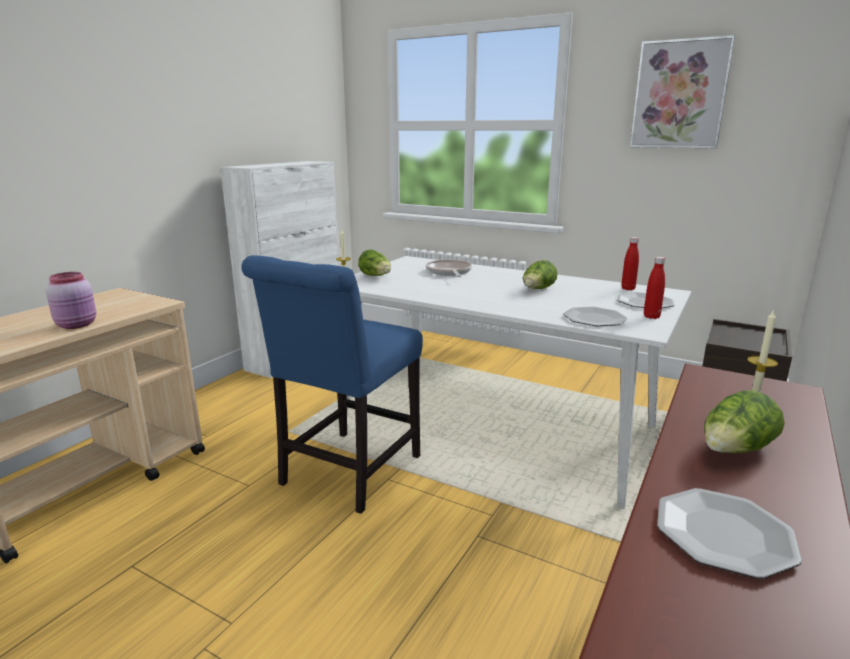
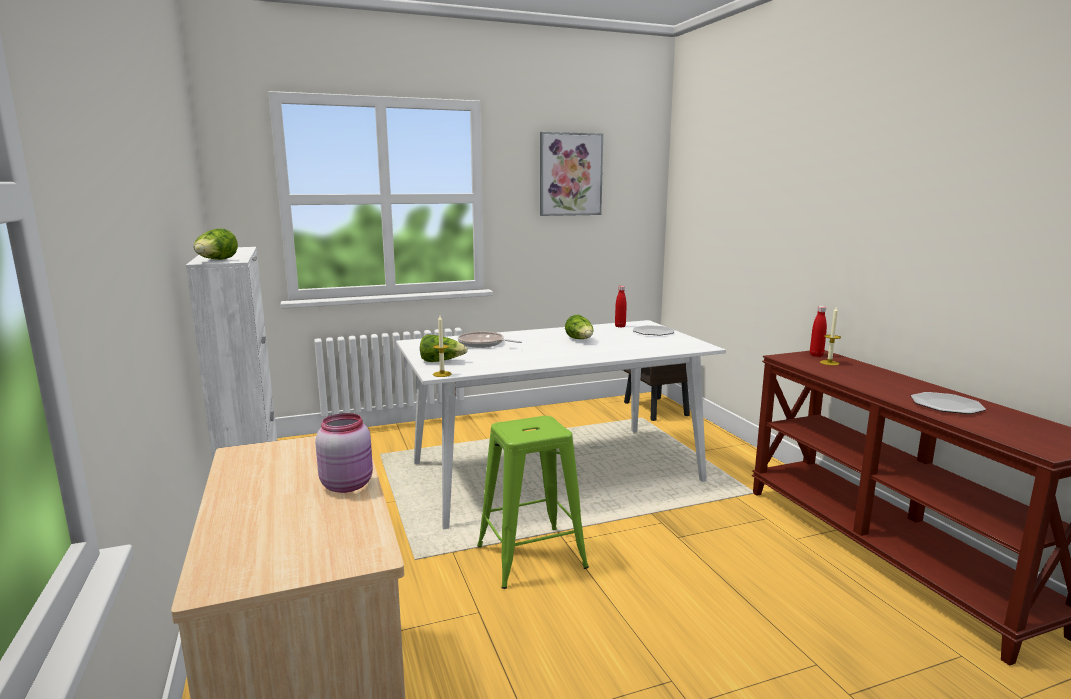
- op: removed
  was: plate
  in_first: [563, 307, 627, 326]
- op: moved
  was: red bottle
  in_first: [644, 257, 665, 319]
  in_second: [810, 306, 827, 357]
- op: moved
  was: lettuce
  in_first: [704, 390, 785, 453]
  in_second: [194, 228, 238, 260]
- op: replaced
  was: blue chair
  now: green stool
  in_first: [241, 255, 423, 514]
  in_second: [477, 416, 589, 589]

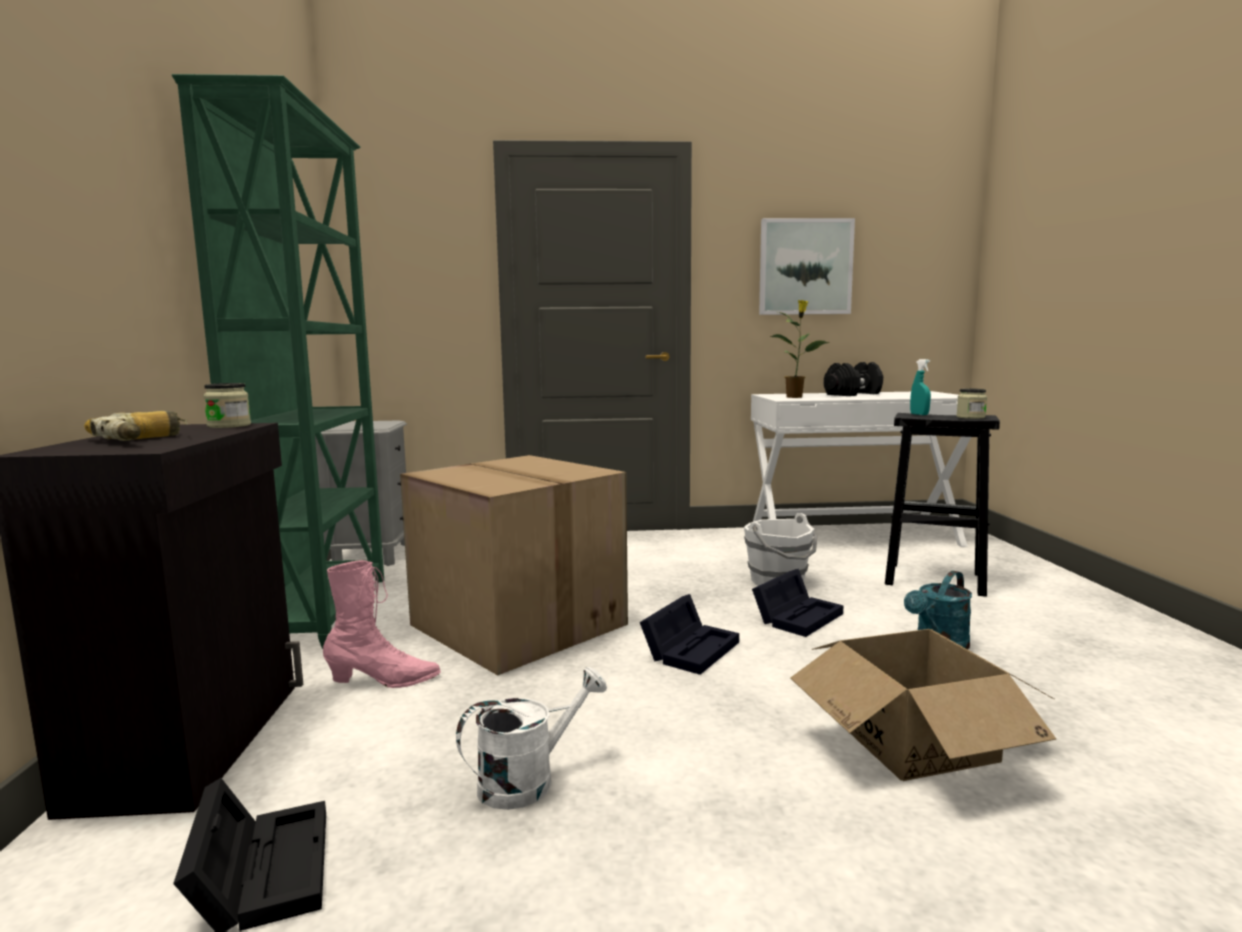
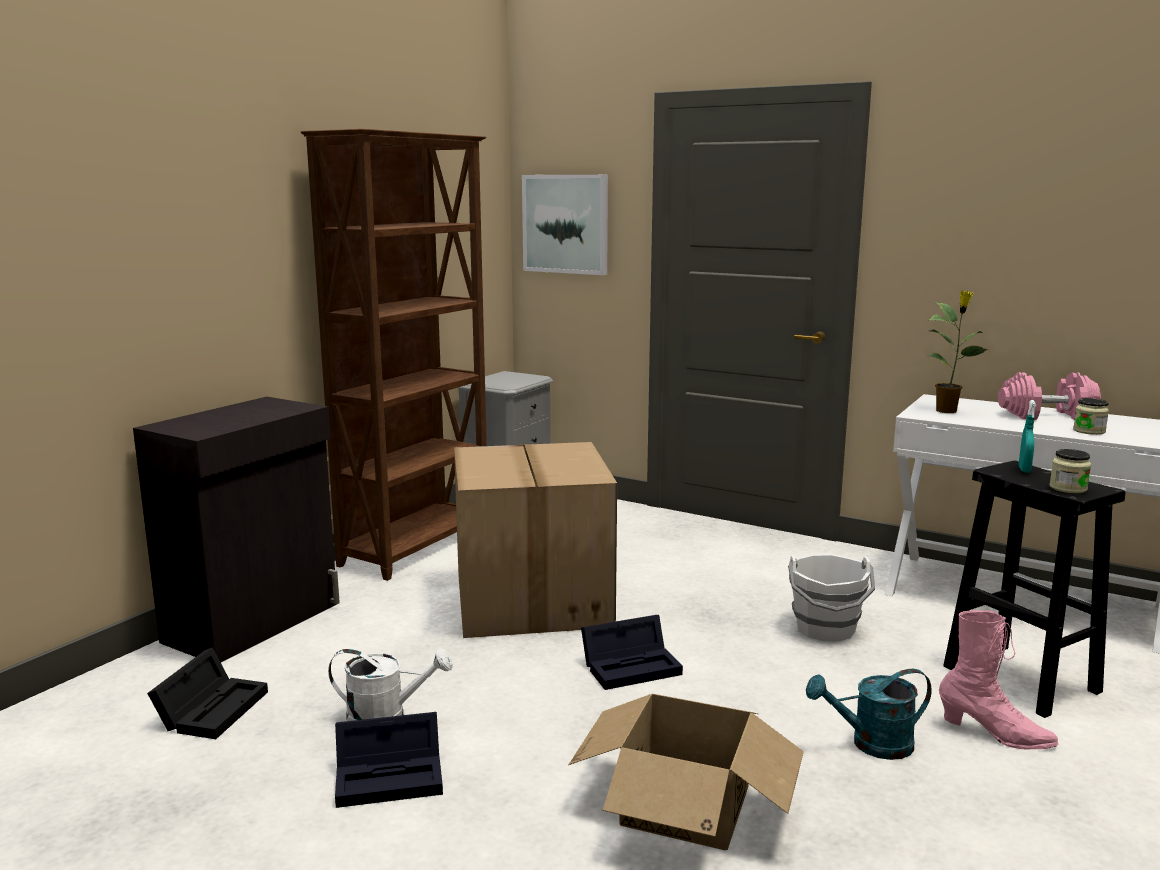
- op: removed
  was: power drill
  in_first: [84, 410, 188, 441]
- op: moved
  was: jar
  in_first: [203, 383, 251, 428]
  in_second: [1073, 398, 1109, 435]
- op: moved
  was: pink boot
  in_first: [323, 560, 441, 688]
  in_second: [939, 610, 1058, 749]
- op: moved
  was: black storage box
  in_first: [752, 569, 843, 637]
  in_second: [335, 712, 443, 808]
- op: moved
  was: picture
  in_first: [759, 218, 855, 315]
  in_second: [522, 175, 608, 275]
- op: recoloured
  was: green bookcase
  now: brown bookcase
  in_first: [172, 74, 384, 649]
  in_second: [301, 129, 487, 581]
- op: recoloured
  was: black dumbbell
  now: pink dumbbell
  in_first: [824, 362, 883, 396]
  in_second: [998, 372, 1101, 420]

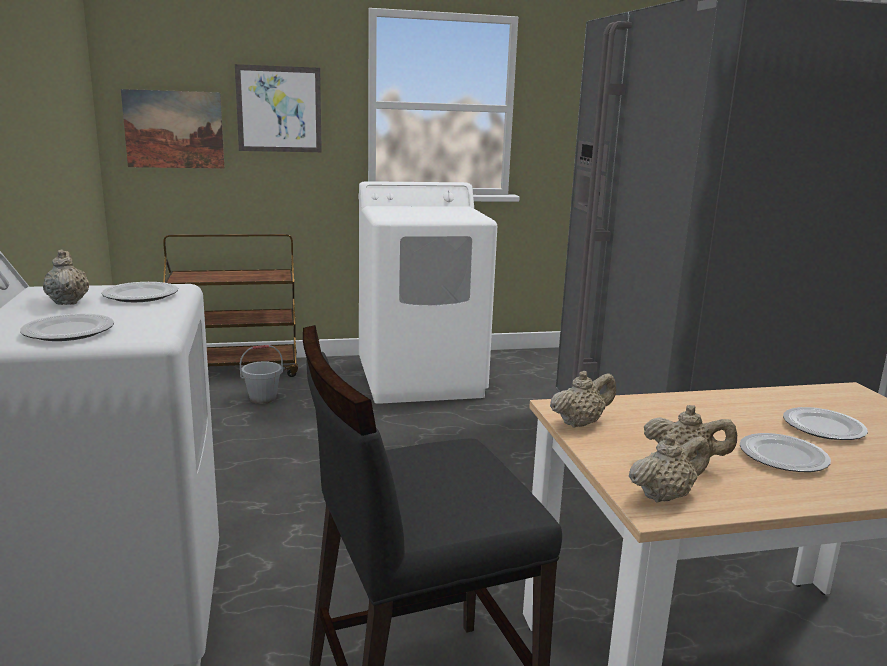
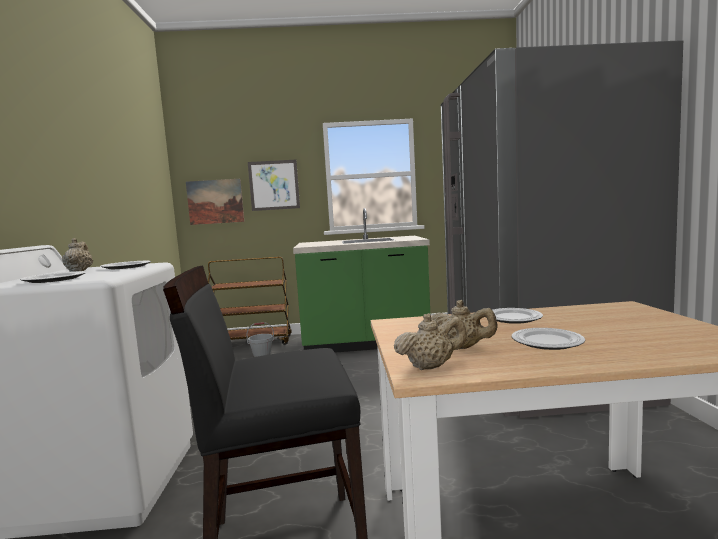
- op: removed
  was: beige teapot
  in_first: [550, 371, 616, 428]
- op: moved
  was: plate
  in_first: [783, 407, 868, 440]
  in_second: [492, 308, 543, 324]
- op: replaced
  was: white washing machine
  now: green counter
  in_first: [359, 181, 497, 404]
  in_second: [293, 208, 430, 353]

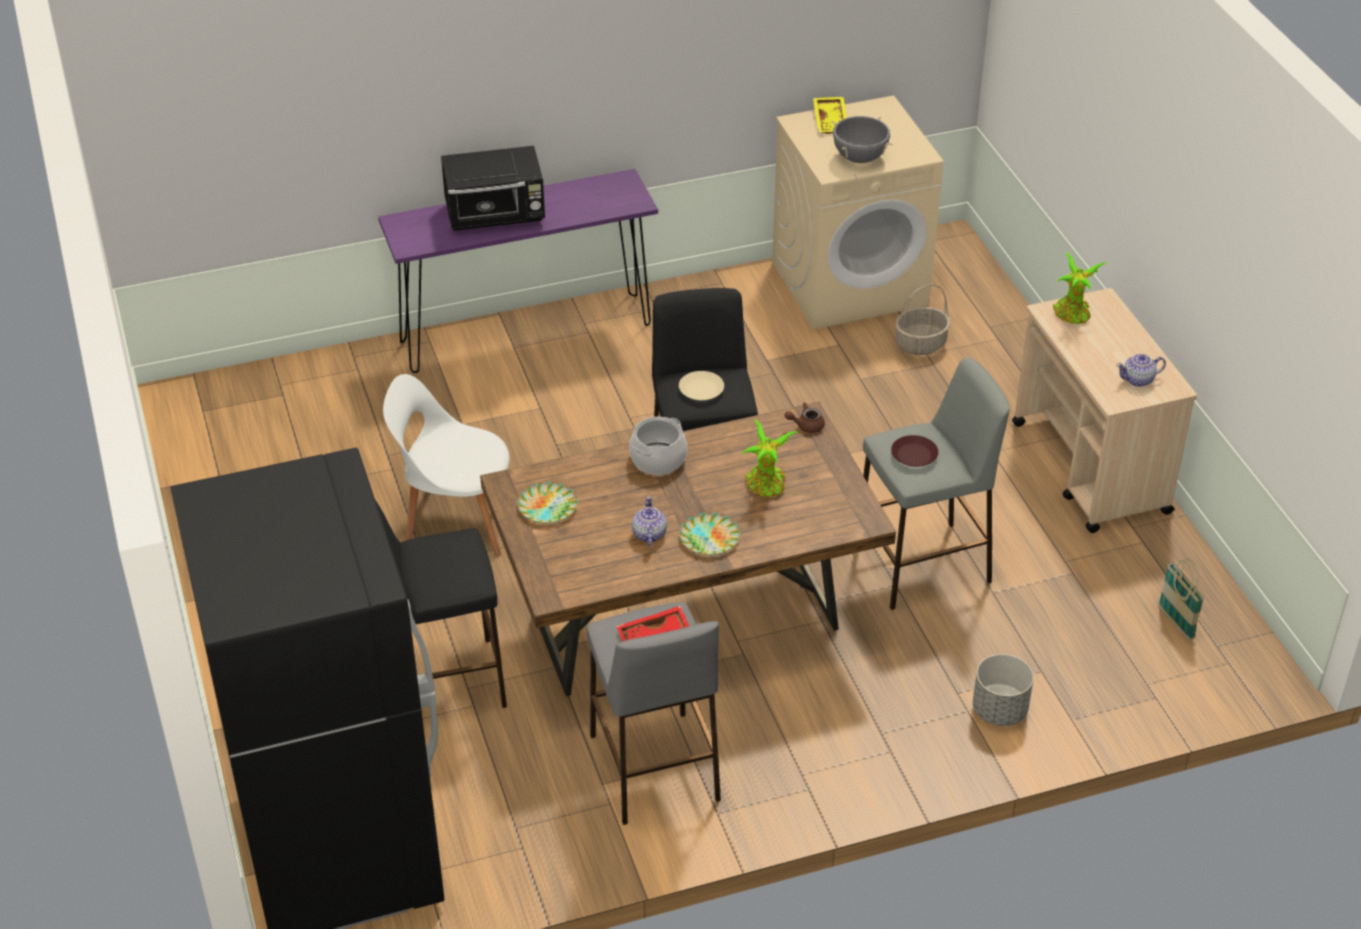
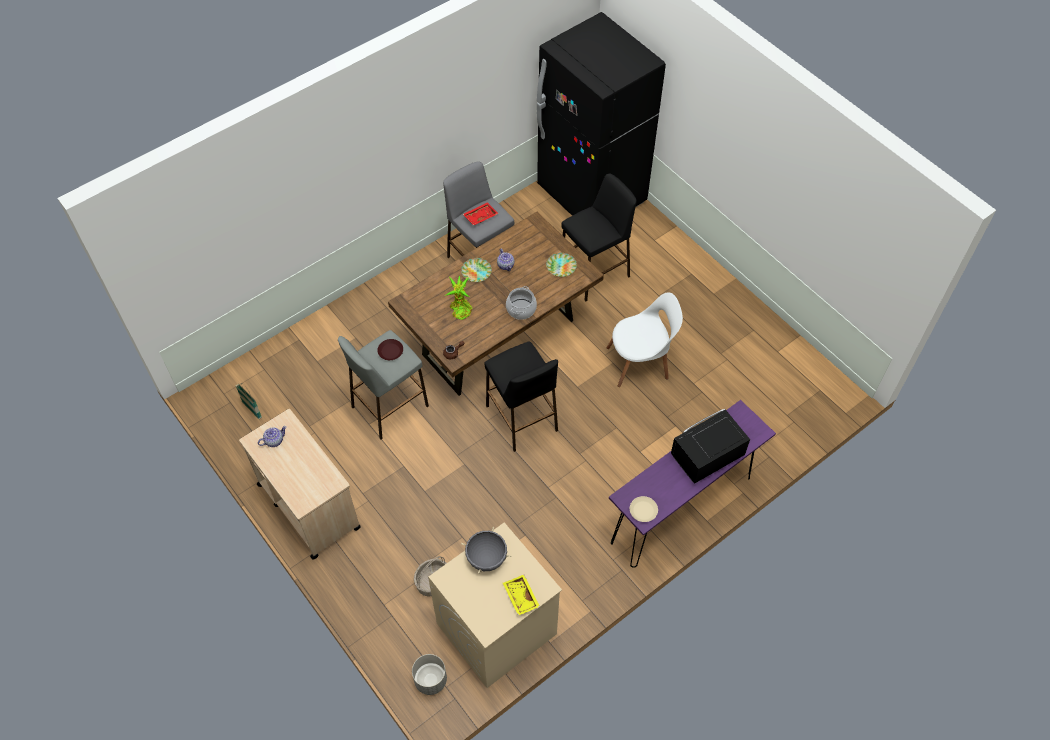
- op: removed
  was: potted plant
  in_first: [1053, 252, 1107, 324]
- op: moved
  was: beige plate
  in_first: [679, 371, 724, 401]
  in_second: [630, 496, 658, 522]
- op: moved
  was: grey planter
  in_first: [973, 654, 1034, 726]
  in_second: [412, 654, 447, 695]

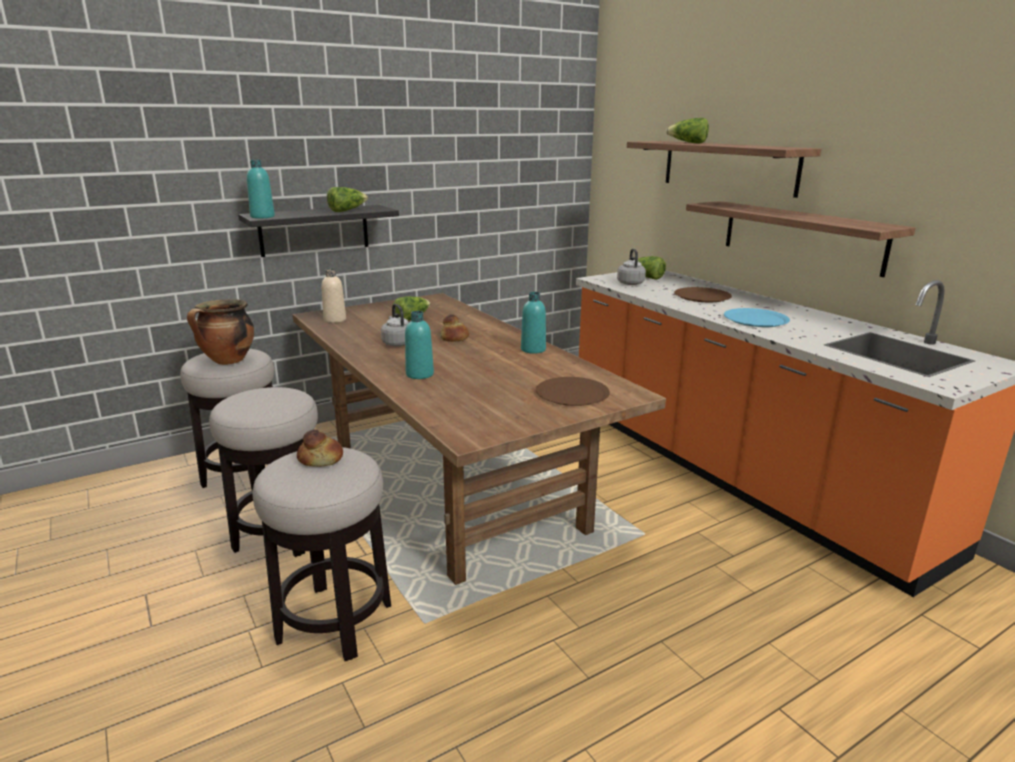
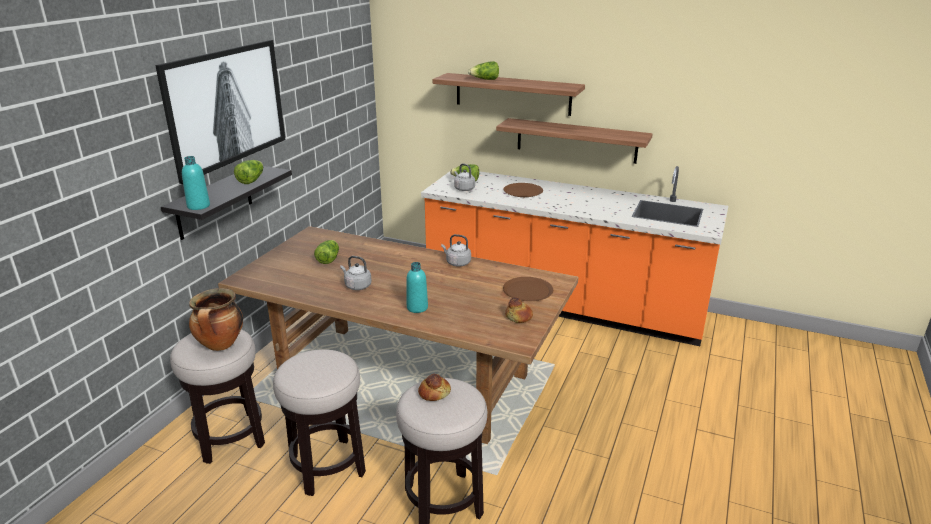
- op: removed
  was: beige bottle
  in_first: [322, 269, 346, 323]
- op: removed
  was: blue plate
  in_first: [724, 308, 790, 327]
- op: added
  now: picture
  in_second: [155, 40, 286, 184]
- op: moved
  was: bread
  in_first: [440, 314, 469, 342]
  in_second: [505, 297, 533, 323]
- op: replaced
  was: turquoise bottle
  now: grey kettle
  in_first: [521, 292, 546, 354]
  in_second: [441, 234, 471, 267]

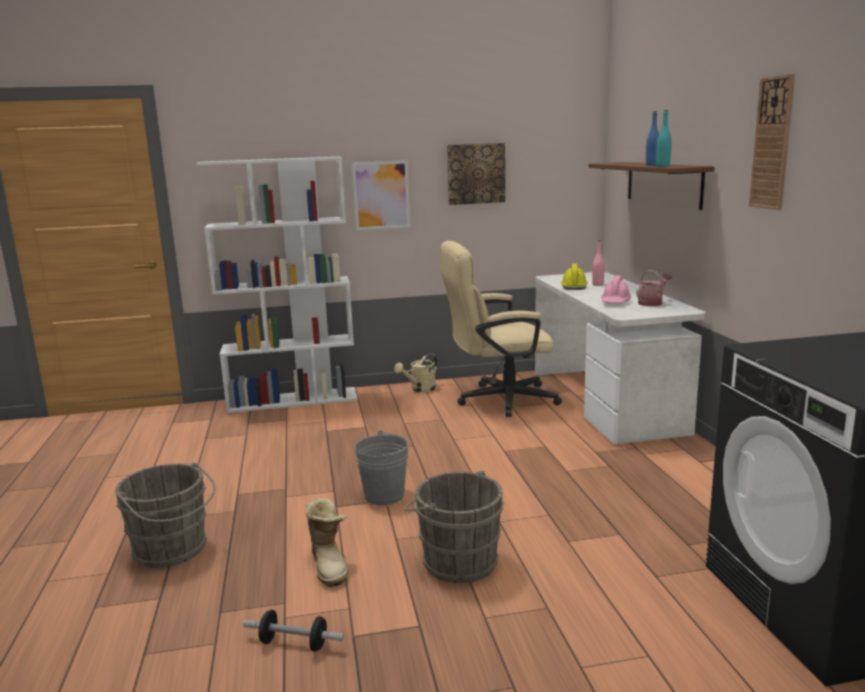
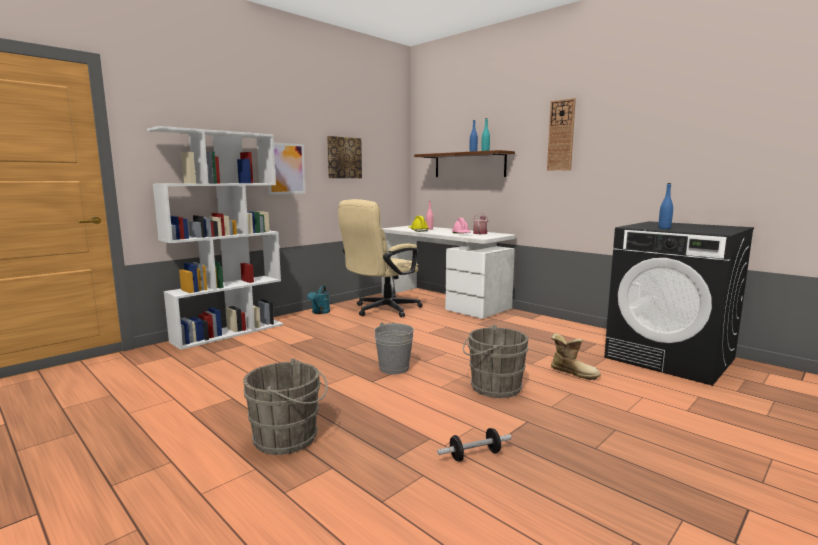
- op: added
  now: blue bottle
  in_second: [658, 183, 673, 229]
- op: moved
  was: boot
  in_first: [306, 498, 349, 587]
  in_second: [551, 333, 601, 380]
- op: recoloured
  was: beige watering can
  now: turquoise watering can
  in_first: [394, 353, 437, 392]
  in_second: [307, 286, 330, 314]

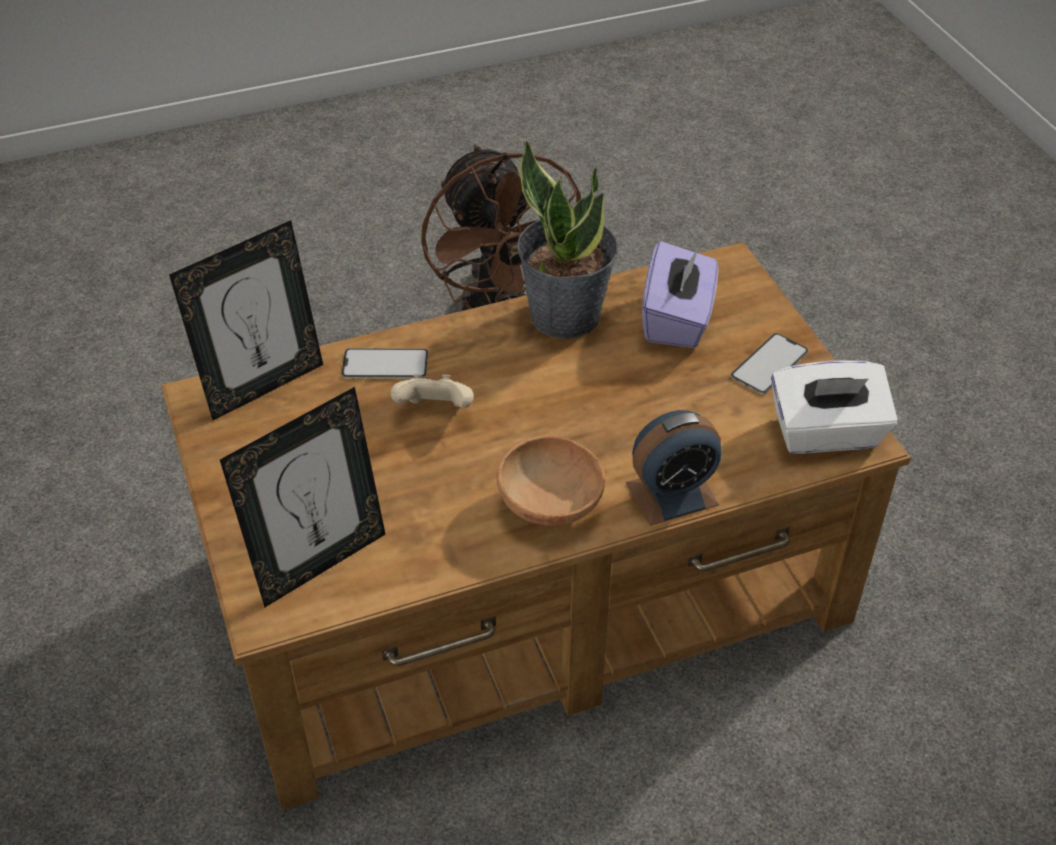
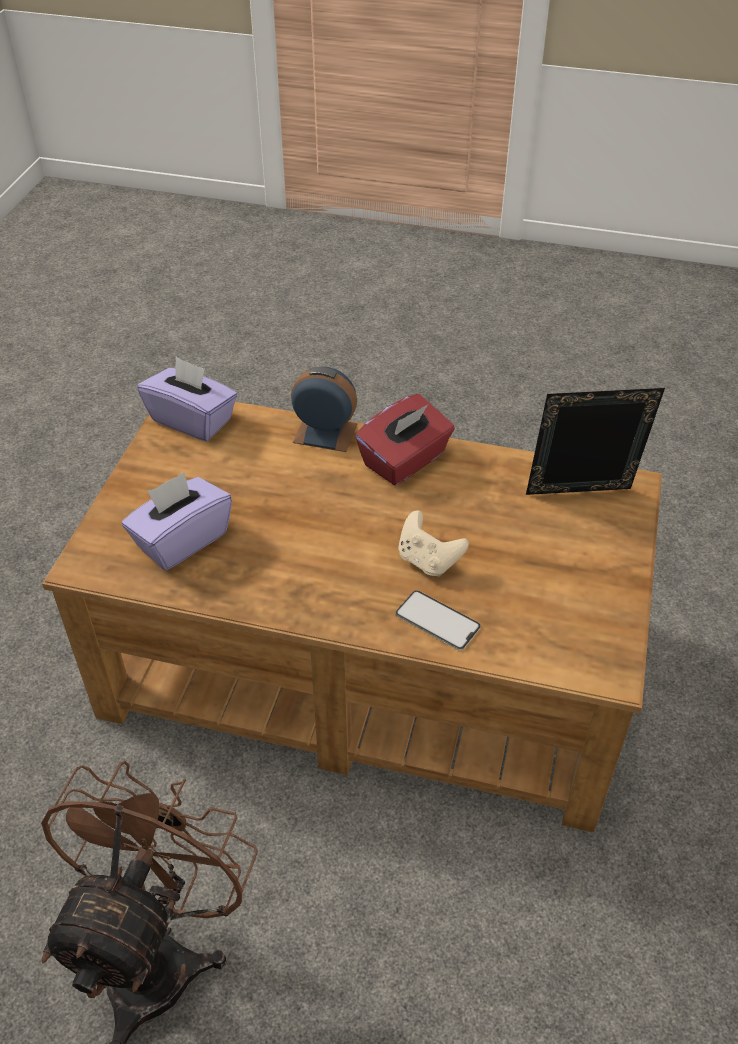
- op: removed
  was: picture frame
  in_first: [169, 220, 323, 420]
- op: removed
  was: potted plant
  in_first: [517, 140, 618, 339]
- op: removed
  was: phone
  in_first: [731, 333, 808, 394]
- op: replaced
  was: brown bowl
  now: red tissue box
  in_first: [497, 436, 605, 526]
  in_second: [355, 394, 455, 485]
- op: recoloured
  was: white tissue box
  now: purple tissue box
  in_first: [771, 360, 898, 454]
  in_second: [137, 357, 237, 441]

